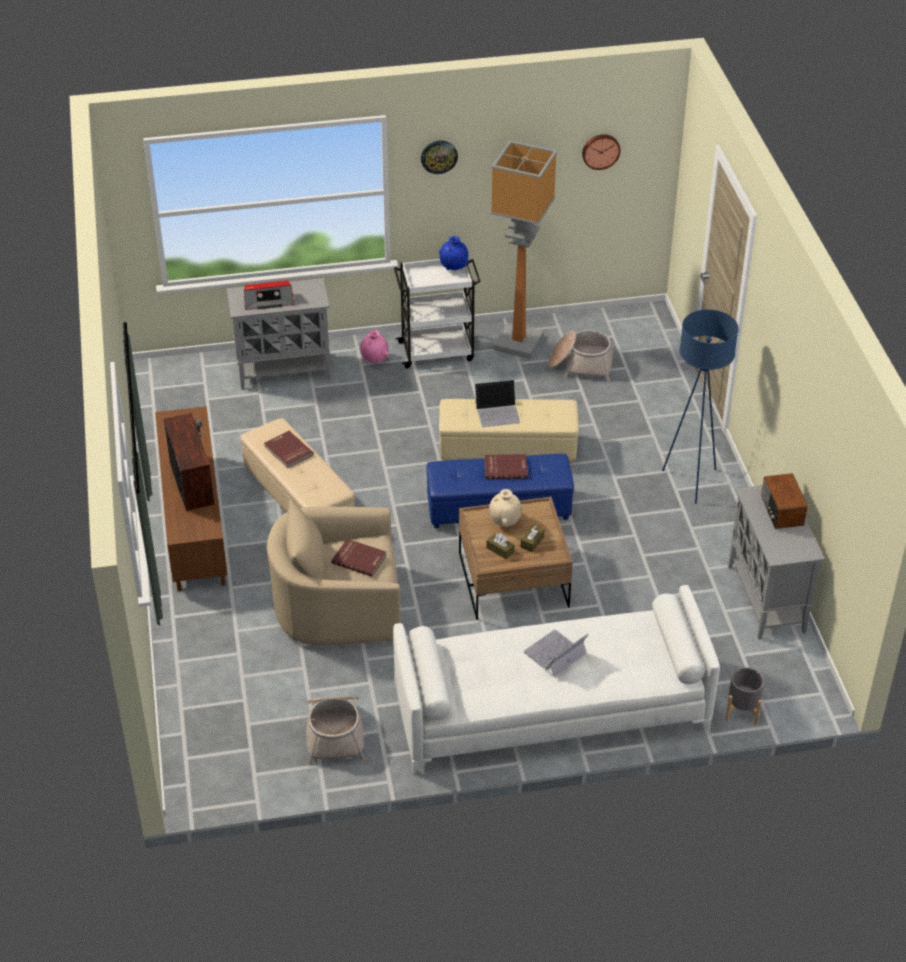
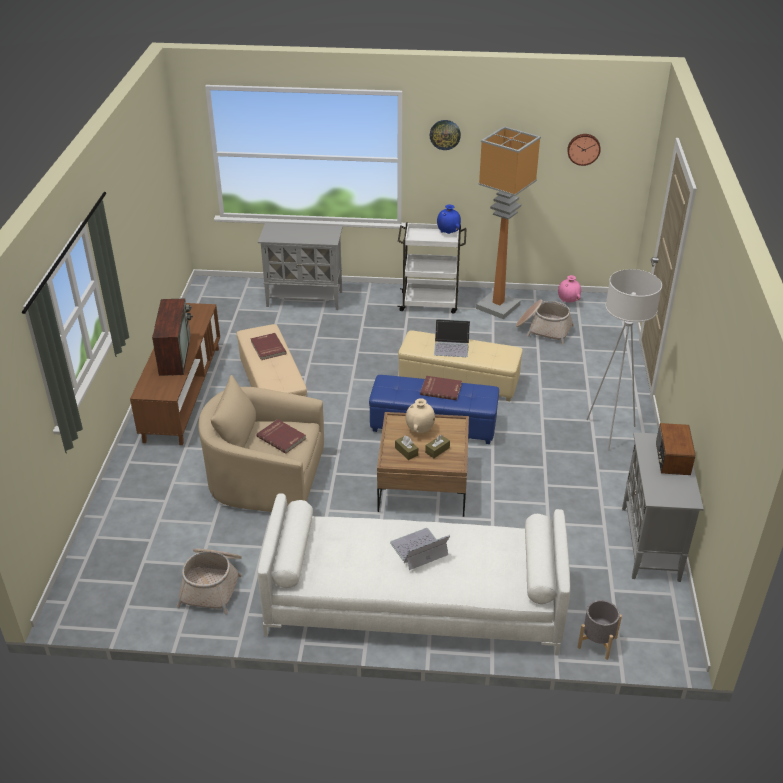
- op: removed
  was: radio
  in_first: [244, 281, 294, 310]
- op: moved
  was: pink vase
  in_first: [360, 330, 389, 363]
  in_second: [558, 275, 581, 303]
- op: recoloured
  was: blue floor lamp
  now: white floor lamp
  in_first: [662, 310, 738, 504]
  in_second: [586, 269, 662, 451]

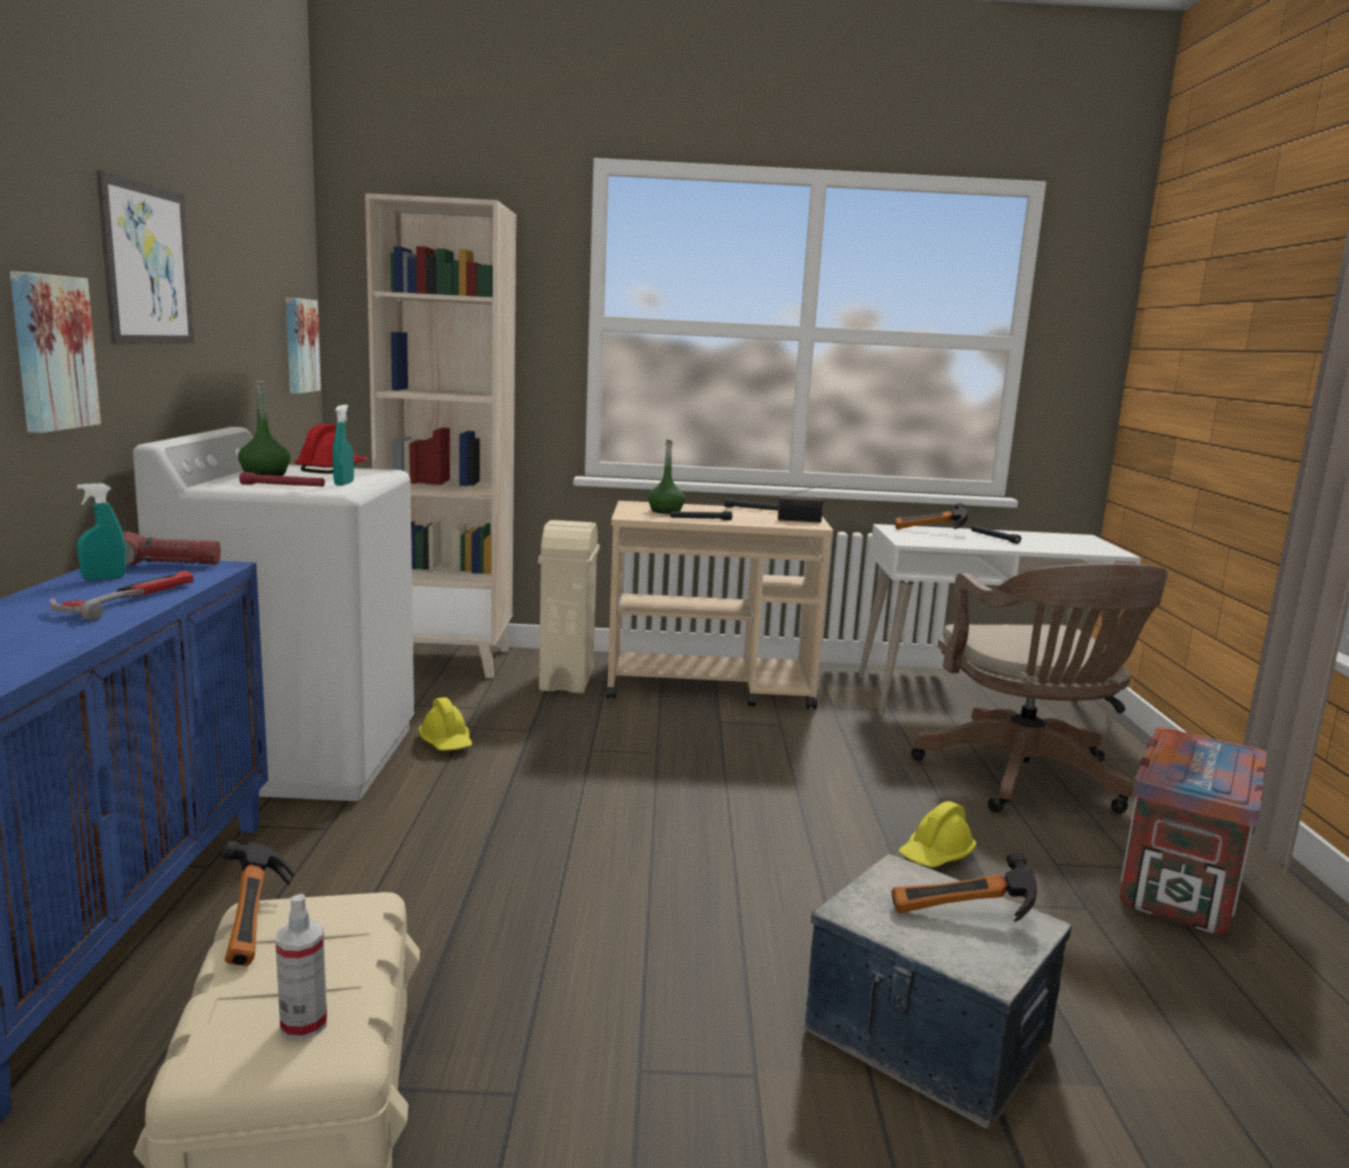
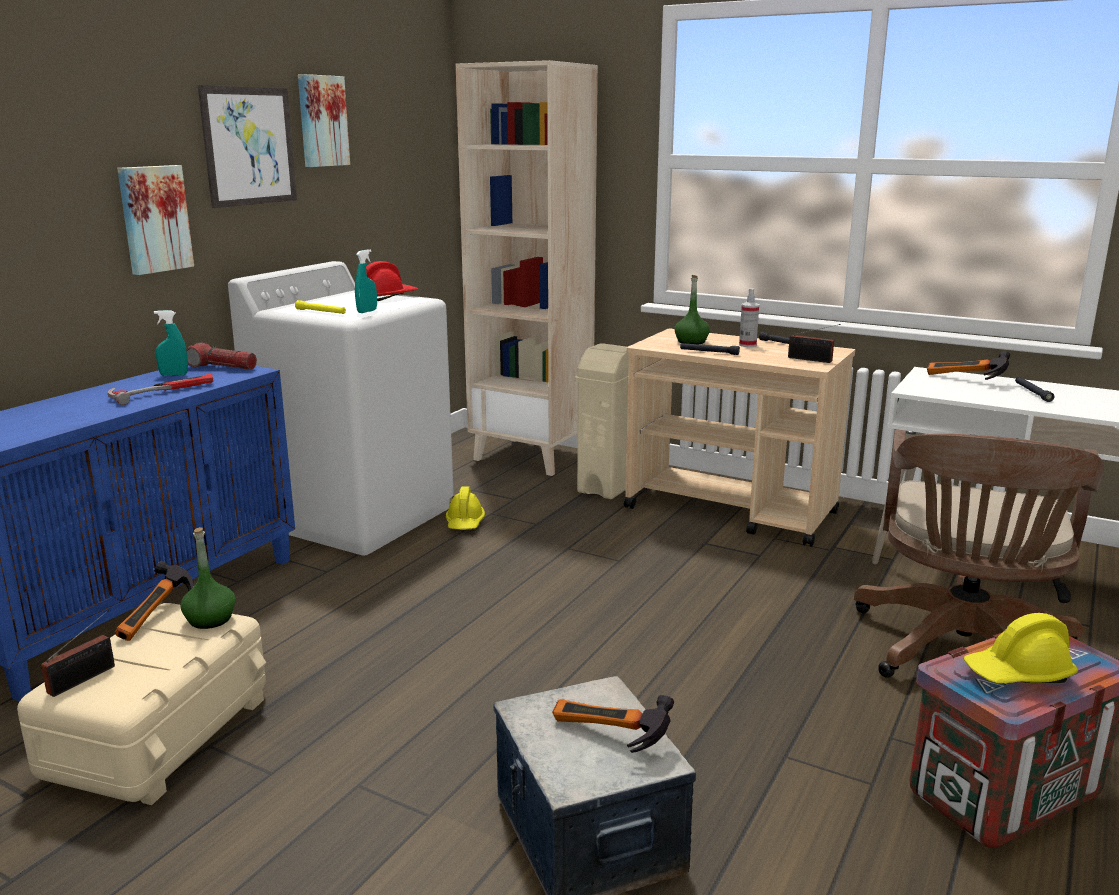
- op: added
  now: radio
  in_second: [41, 610, 115, 697]
- op: moved
  was: green bottle
  in_first: [238, 381, 290, 476]
  in_second: [180, 527, 236, 629]
- op: moved
  was: spray bottle
  in_first: [275, 894, 327, 1040]
  in_second: [739, 288, 759, 347]
- op: moved
  was: picture
  in_first: [286, 298, 321, 394]
  in_second: [298, 74, 350, 167]
- op: moved
  was: yellow hard hat
  in_first: [898, 801, 976, 867]
  in_second: [964, 613, 1078, 683]
- op: recoloured
  was: red flashlight
  now: yellow flashlight
  in_first: [239, 472, 325, 487]
  in_second: [295, 300, 346, 314]

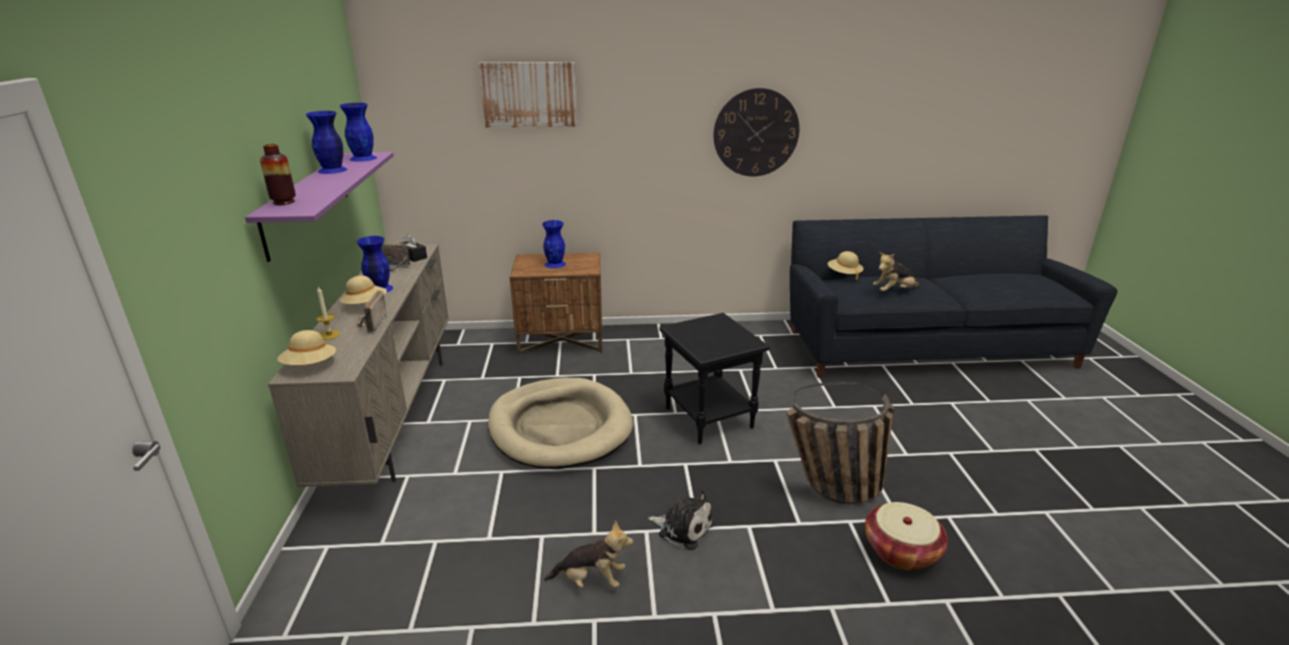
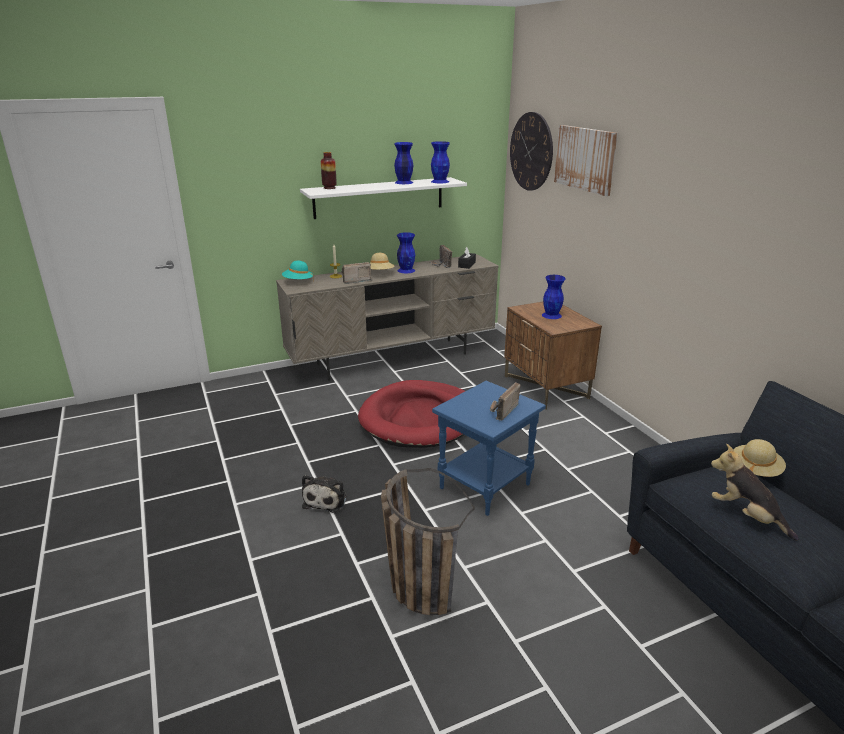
- op: removed
  was: plush toy
  in_first: [544, 521, 633, 588]
- op: removed
  was: basket
  in_first: [865, 502, 948, 570]
- op: added
  now: radio
  in_second: [490, 382, 520, 421]
- op: moved
  was: wall clock
  in_first: [714, 88, 799, 176]
  in_second: [510, 112, 553, 191]
- op: recoloured
  was: purple shelf
  now: white shelf
  in_first: [245, 152, 394, 262]
  in_second: [300, 177, 467, 219]
- op: recoloured
  was: beige hat
  now: turquoise hat
  in_first: [277, 330, 336, 365]
  in_second: [282, 261, 314, 280]
- op: recoloured
  was: beige dog bed
  now: red dog bed
  in_first: [488, 378, 633, 469]
  in_second: [358, 380, 465, 448]
- op: recoloured
  was: black side table
  now: blue side table
  in_first: [659, 313, 770, 444]
  in_second: [432, 381, 546, 516]

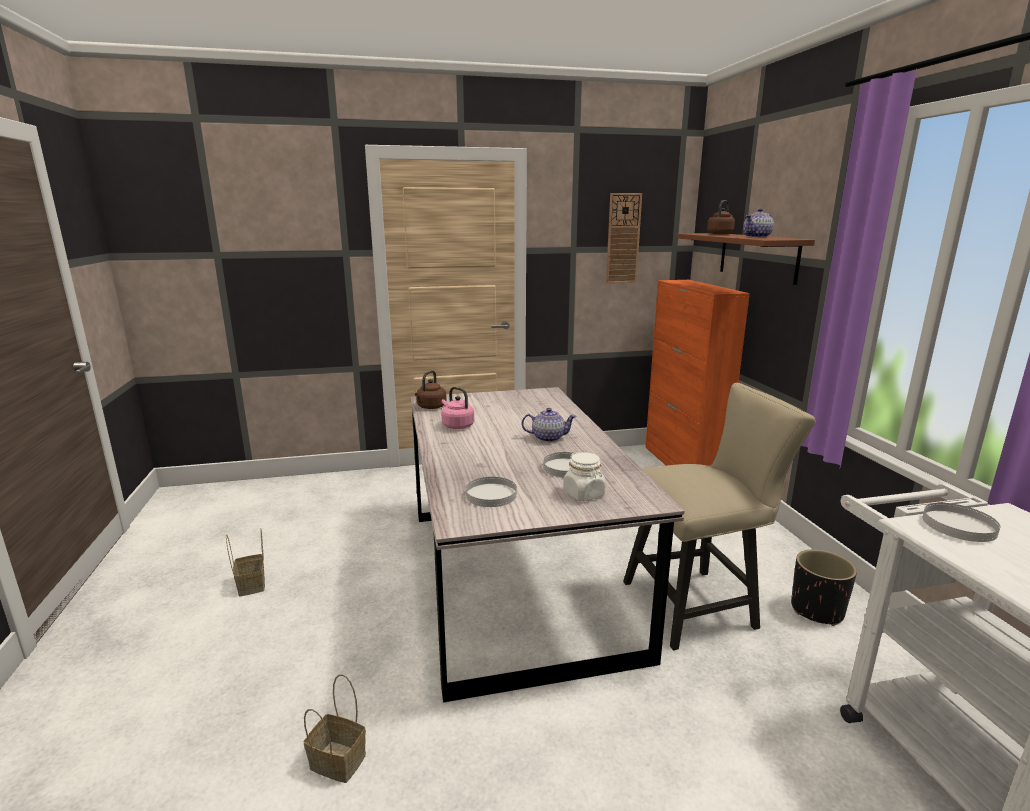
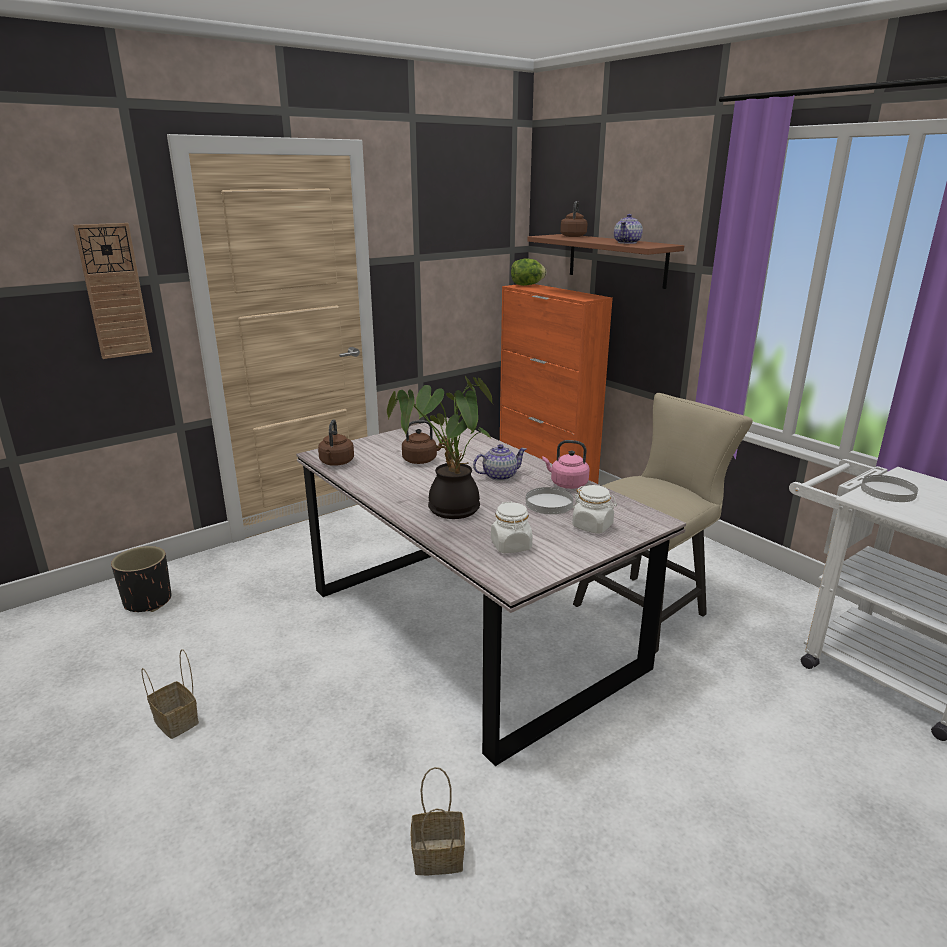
- op: added
  now: potted plant
  in_second: [387, 376, 493, 519]
- op: added
  now: brown kettle
  in_second: [402, 420, 447, 464]
- op: added
  now: lettuce
  in_second: [511, 258, 547, 286]
- op: moved
  was: pink kettle
  in_first: [442, 387, 474, 429]
  in_second: [542, 440, 589, 489]
- op: moved
  was: wall clock
  in_first: [606, 193, 642, 284]
  in_second: [73, 223, 152, 359]
- op: moved
  was: black planter
  in_first: [791, 549, 857, 626]
  in_second: [111, 546, 171, 612]
- op: replaced
  was: white plate
  now: white jar
  in_first: [466, 477, 517, 507]
  in_second: [491, 501, 533, 553]

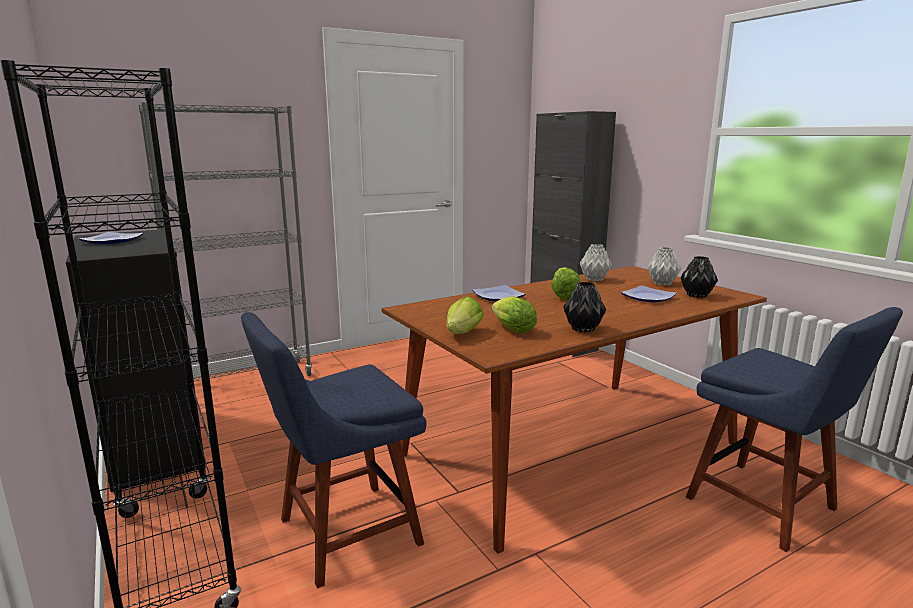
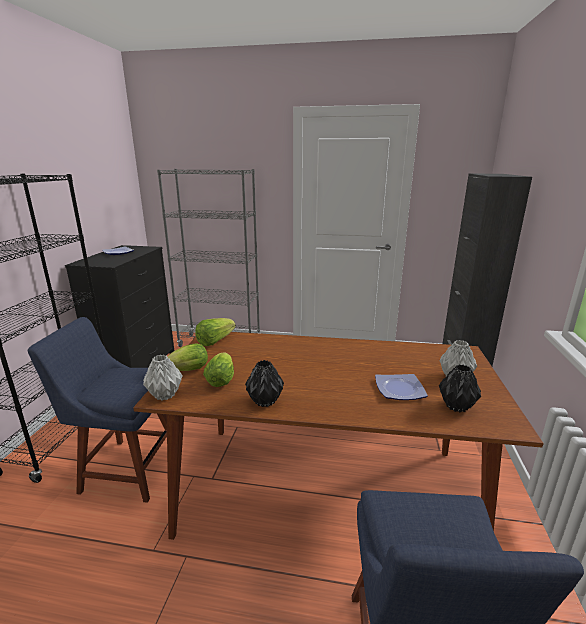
- op: removed
  was: plate
  in_first: [472, 285, 526, 301]
- op: moved
  was: lettuce
  in_first: [551, 267, 581, 300]
  in_second: [195, 318, 236, 346]
- op: moved
  was: grey vase
  in_first: [580, 244, 612, 281]
  in_second: [143, 355, 183, 400]

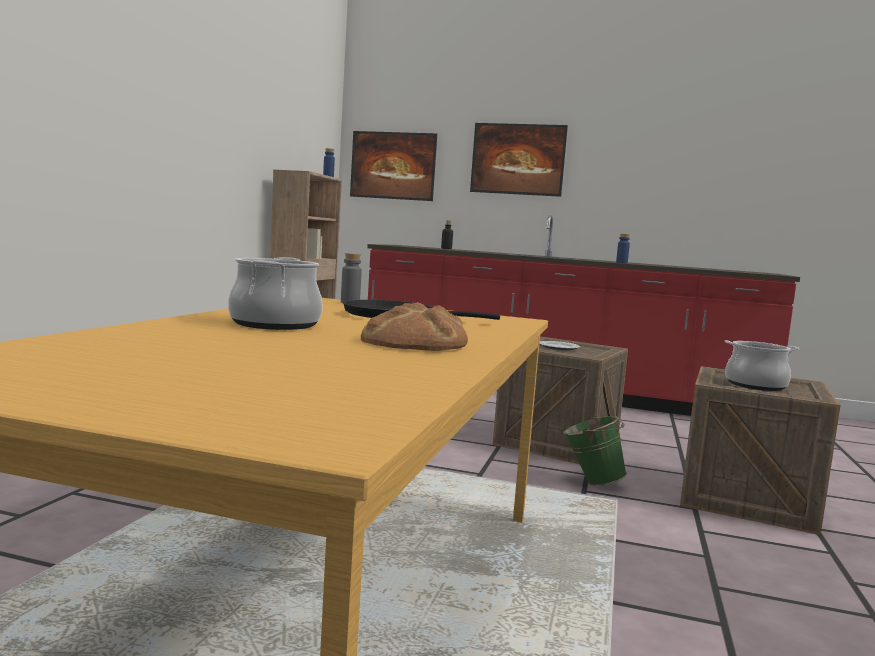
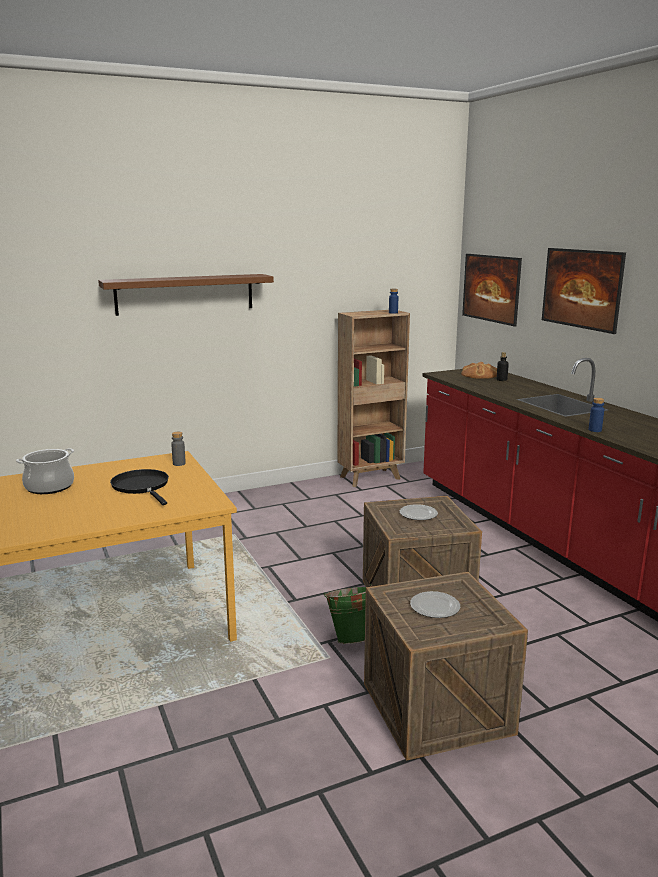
- op: added
  now: brown shelf
  in_second: [98, 274, 274, 316]
- op: moved
  was: bread
  in_first: [361, 303, 468, 351]
  in_second: [461, 362, 497, 379]
- op: replaced
  was: cooking pot
  now: plate
  in_first: [725, 340, 799, 391]
  in_second: [410, 591, 460, 618]

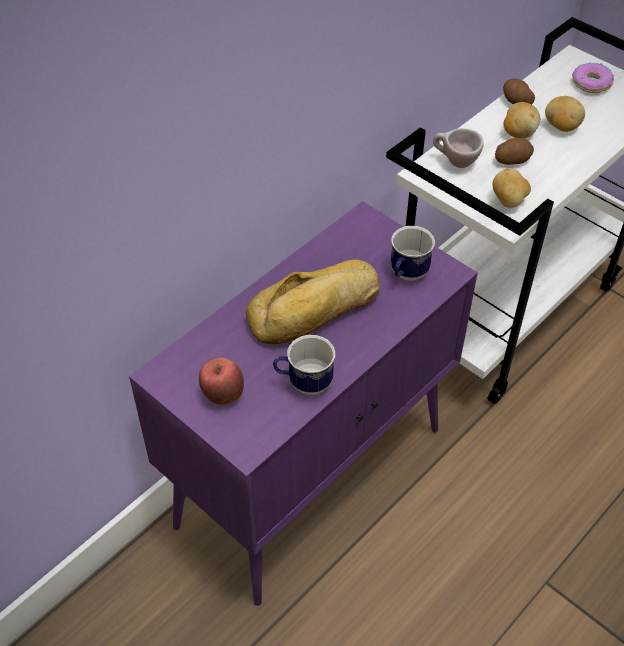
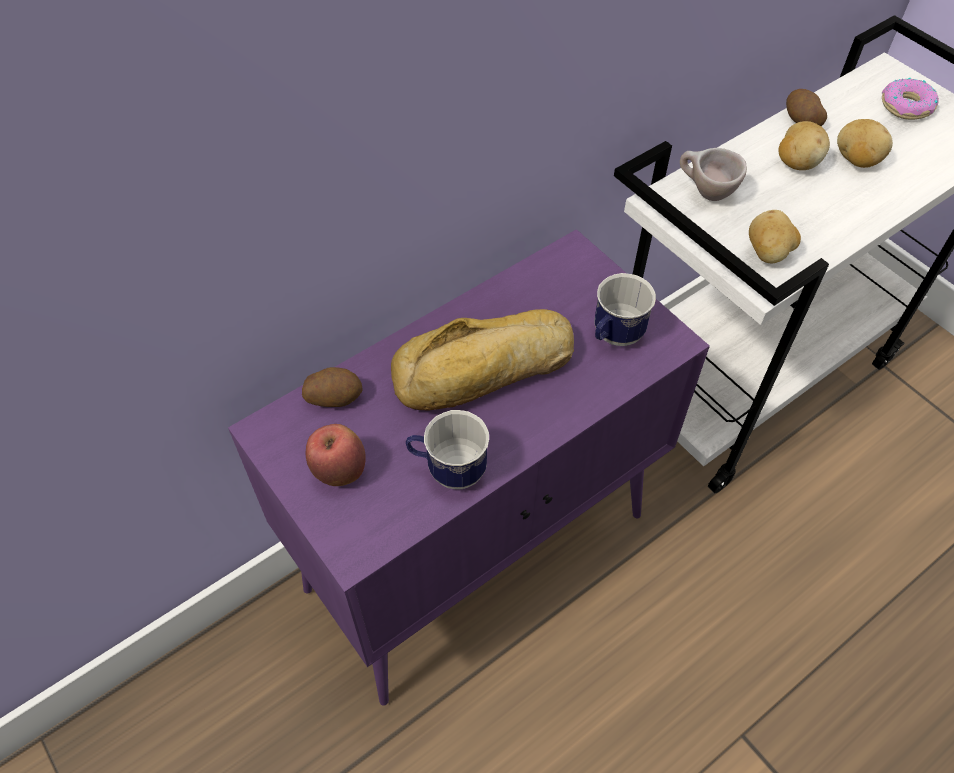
- op: moved
  was: potato
  in_first: [495, 138, 534, 165]
  in_second: [302, 367, 363, 407]

